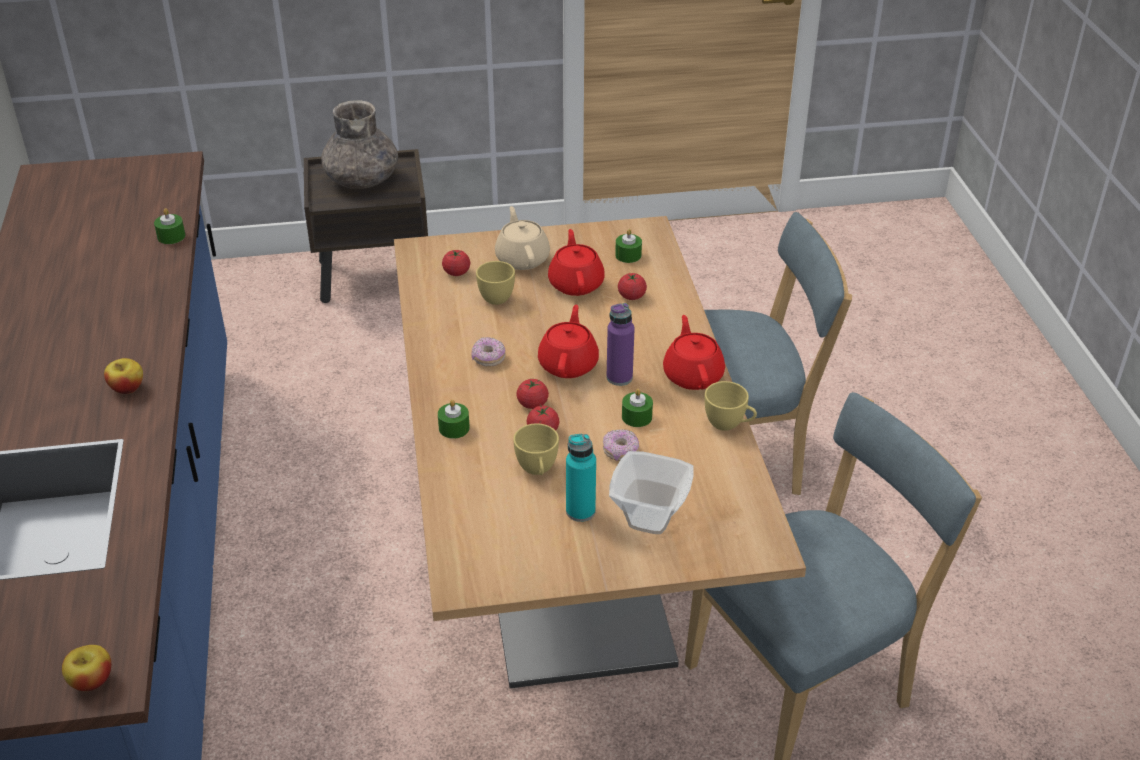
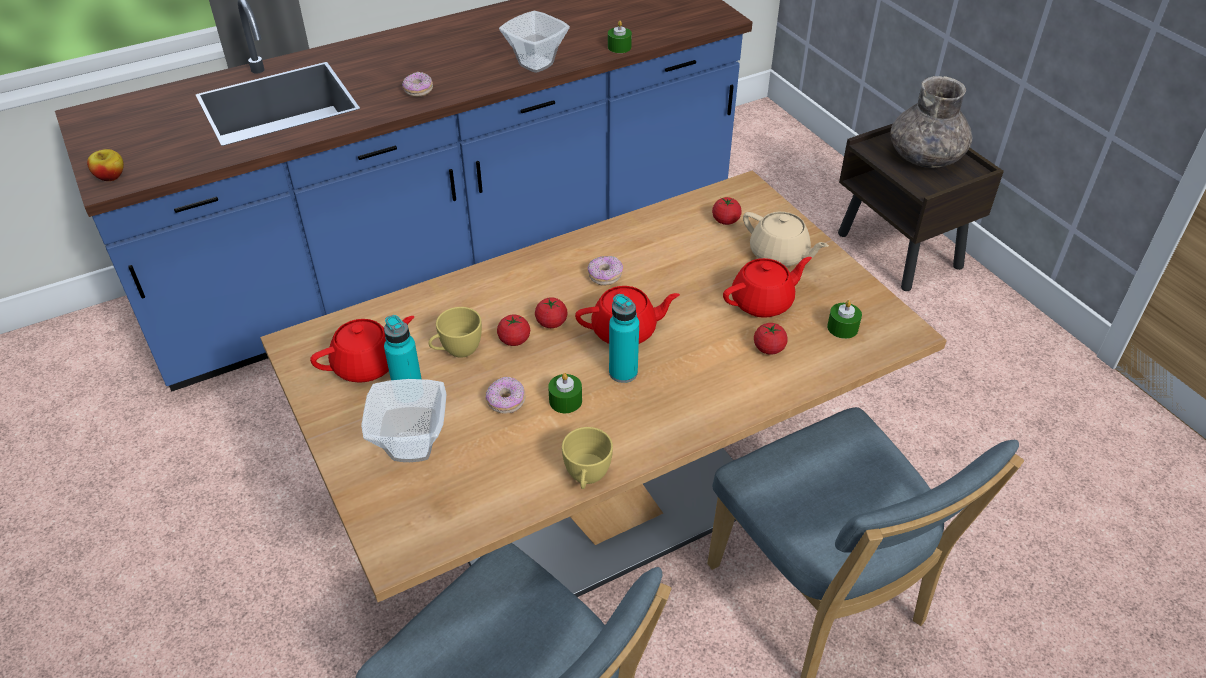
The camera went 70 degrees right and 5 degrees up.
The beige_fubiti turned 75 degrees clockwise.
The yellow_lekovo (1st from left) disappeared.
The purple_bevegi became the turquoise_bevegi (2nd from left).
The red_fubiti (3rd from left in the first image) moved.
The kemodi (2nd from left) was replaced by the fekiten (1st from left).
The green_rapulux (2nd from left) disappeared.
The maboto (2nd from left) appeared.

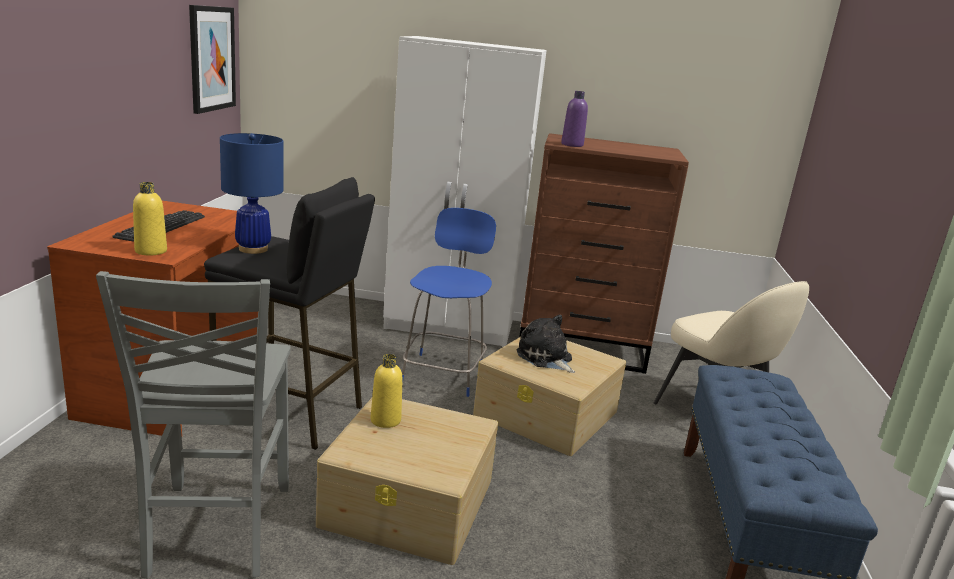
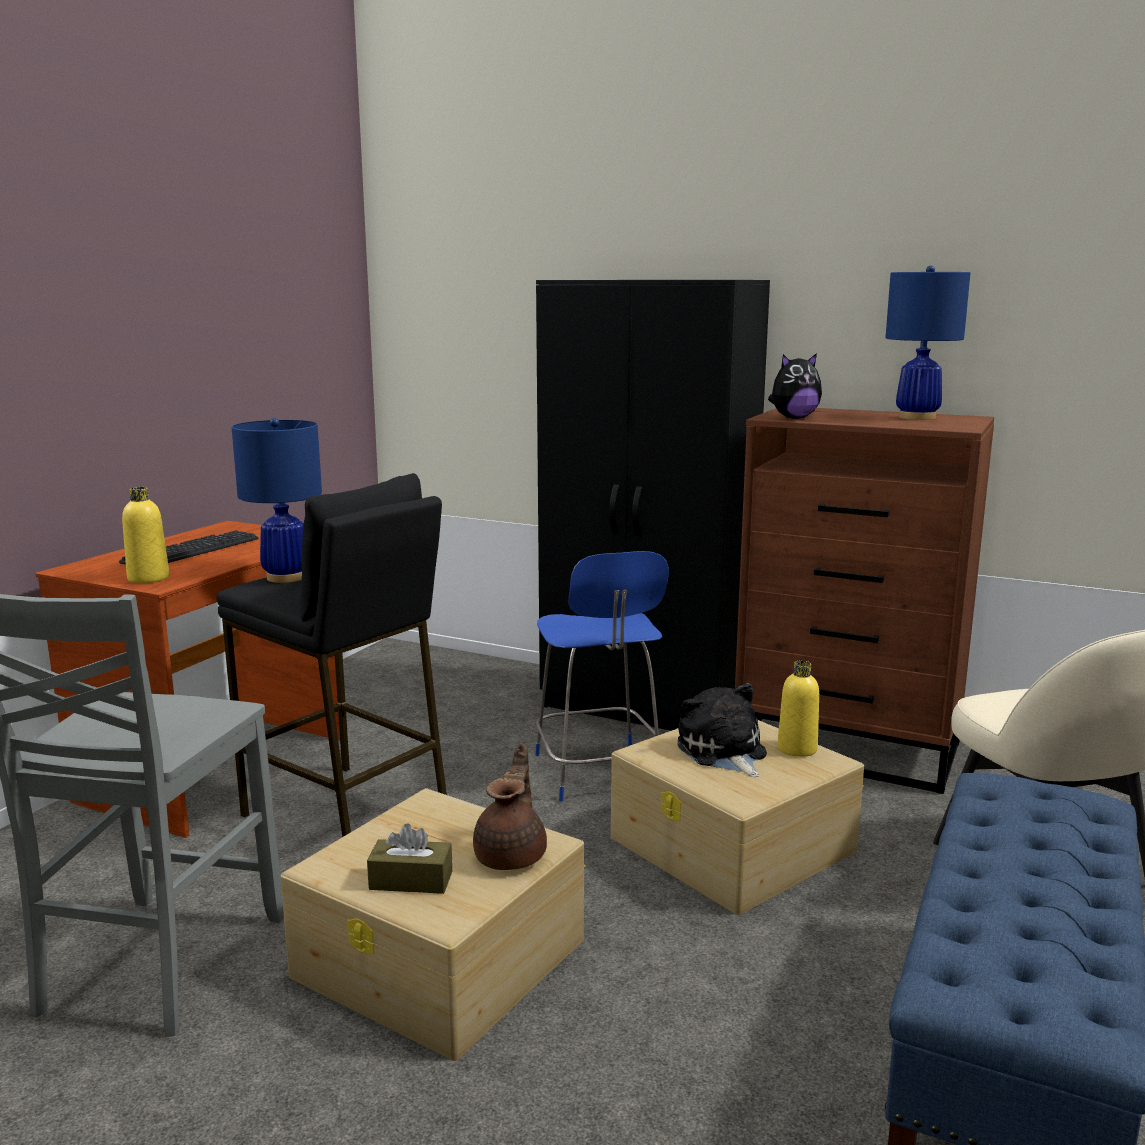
The camera went 20 degrees right and 5 degrees down.
The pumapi disappeared.
The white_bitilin became the black_bitilin.
The purple_bevegi was replaced by the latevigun (2nd from left).
The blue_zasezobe turned 135 degrees clockwise.
The yellow_bevegi (2nd from left) moved.
The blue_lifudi (2nd from left) appeared.
The brown_fubiti appeared.
The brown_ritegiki appeared.

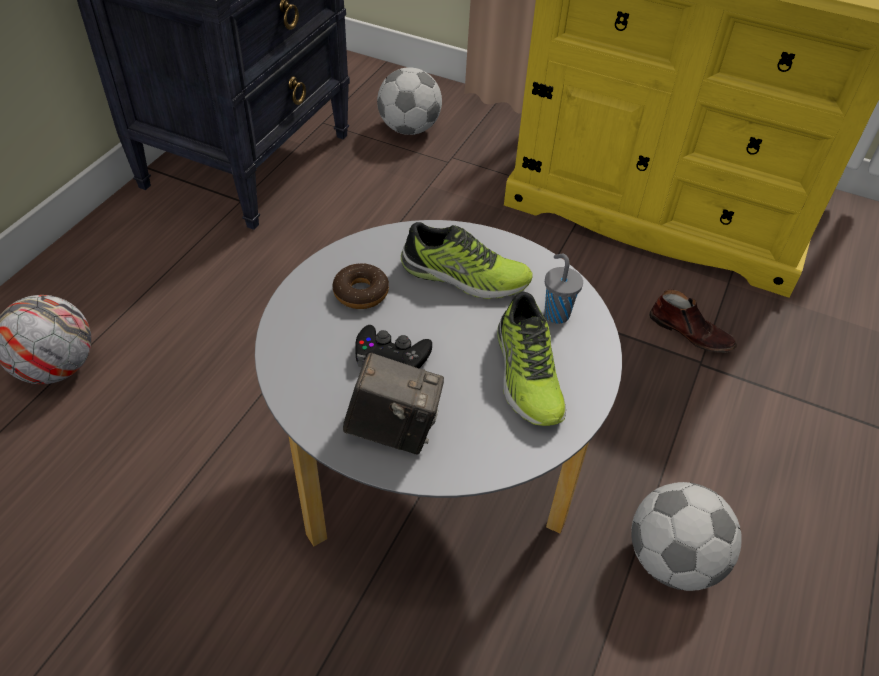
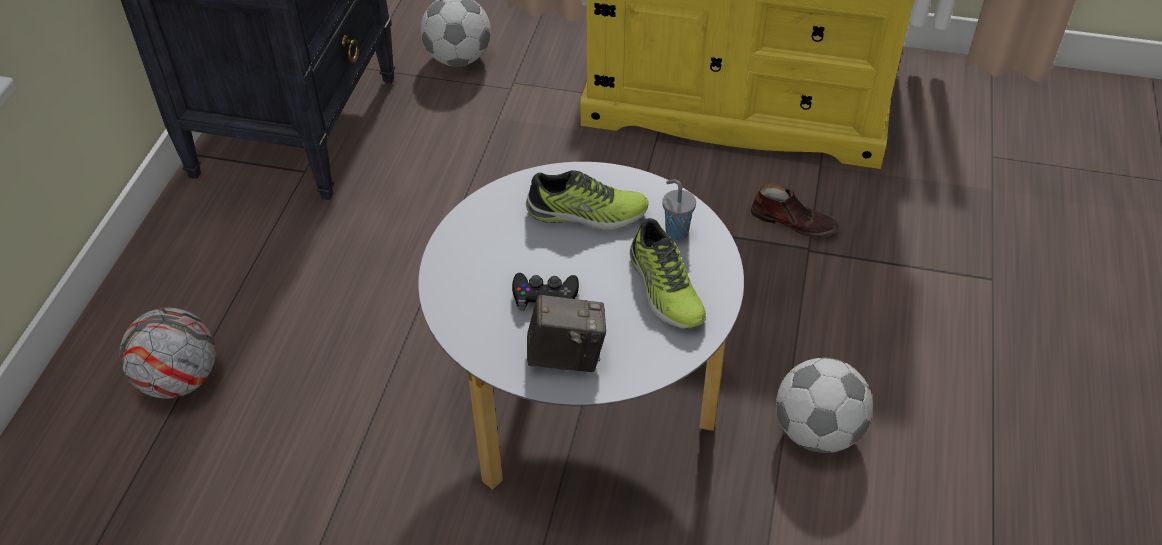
The camera went 10 degrees left and 0 degrees up.
The fekiten disappeared.

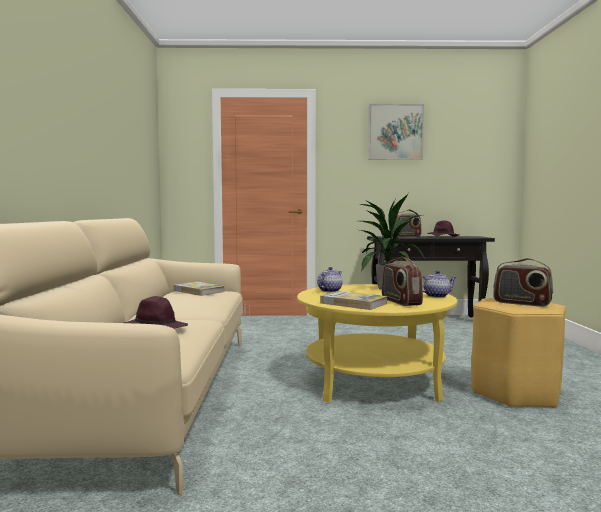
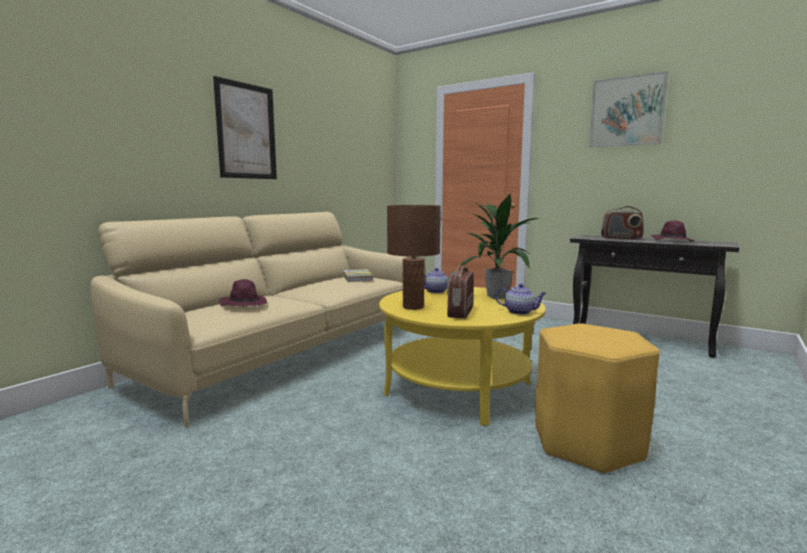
The camera went 35 degrees right and 5 degrees up.
The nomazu (3rd from left) disappeared.
The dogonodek (2nd from left) was replaced by the brown_lifudi.
The pumapi (1st from left) appeared.

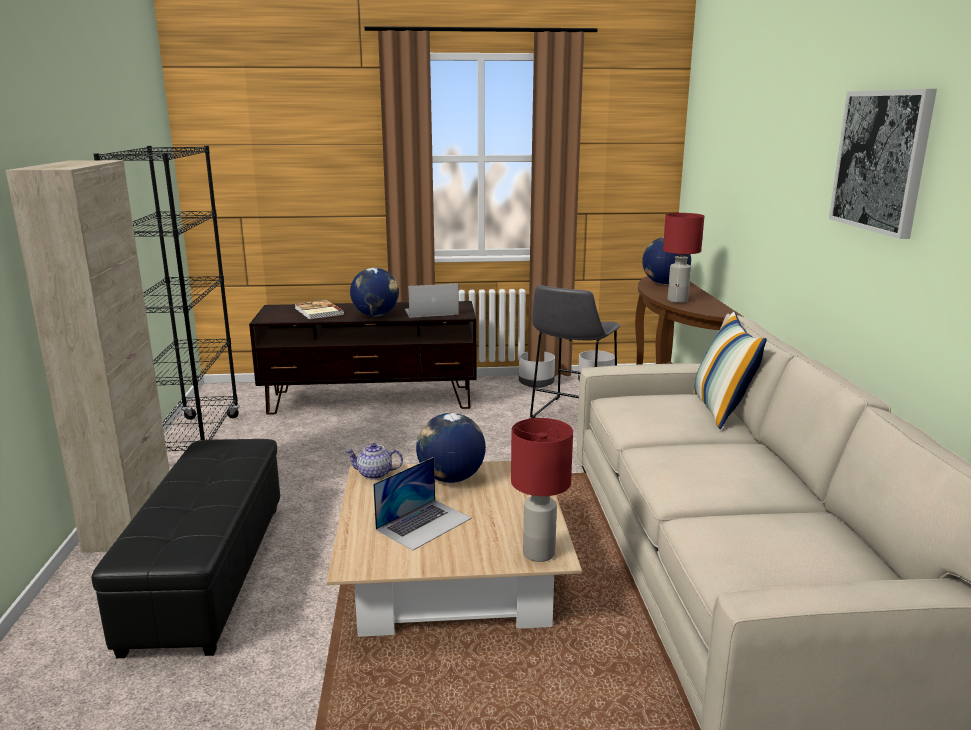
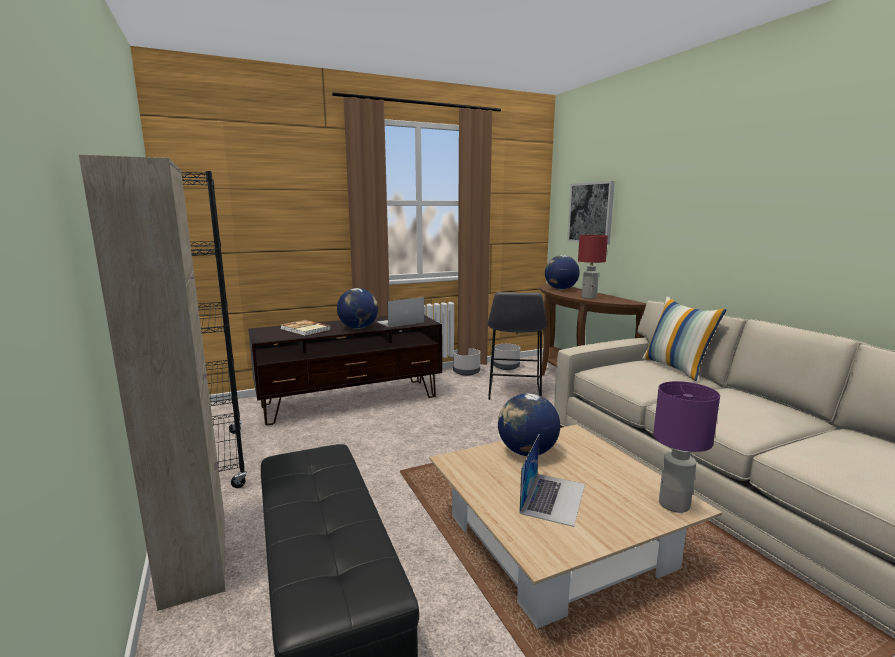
The camera went 20 degrees left and 5 degrees down.
The pumapi moved.
The red_lifudi (1st from left) became the purple_lifudi.
The fubiti disappeared.

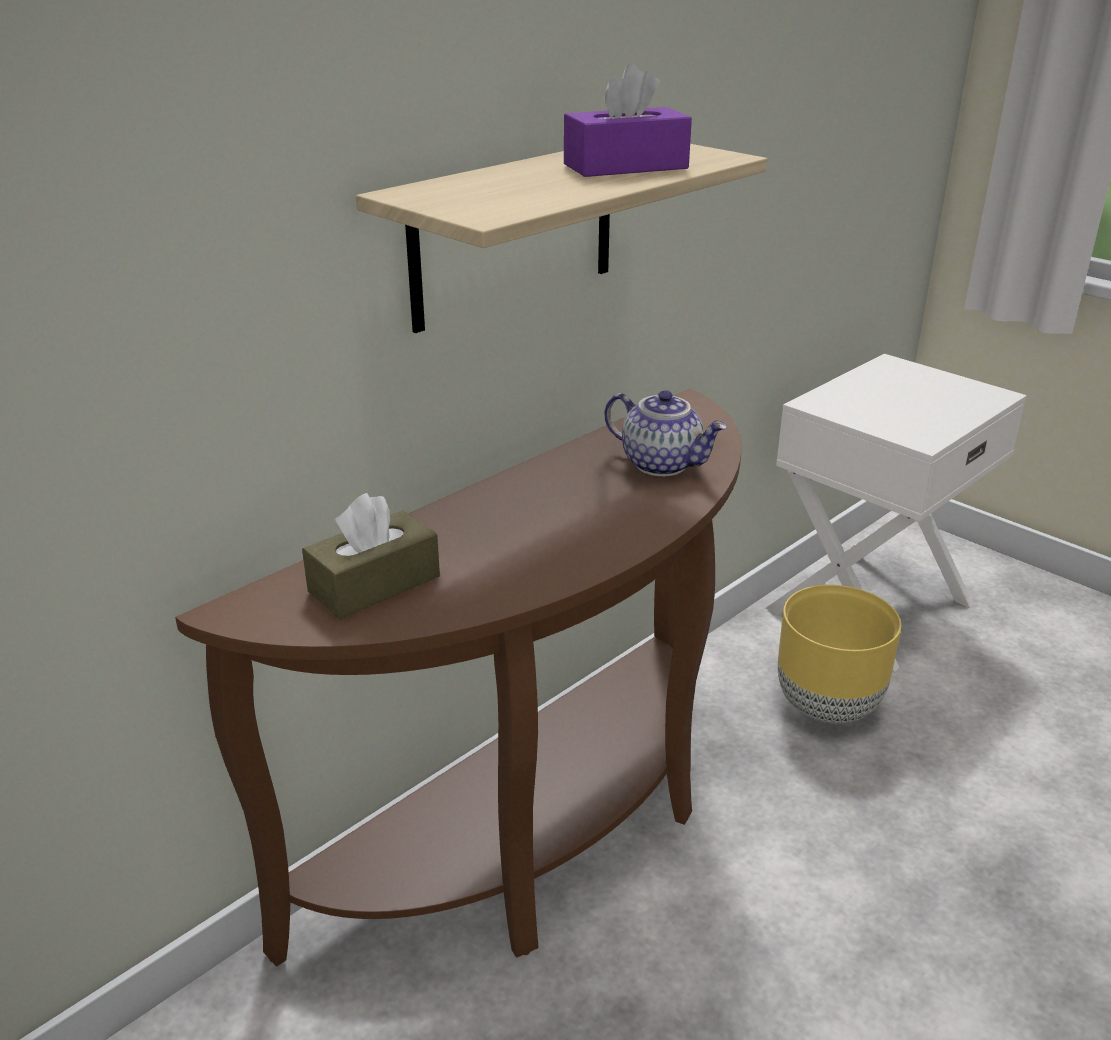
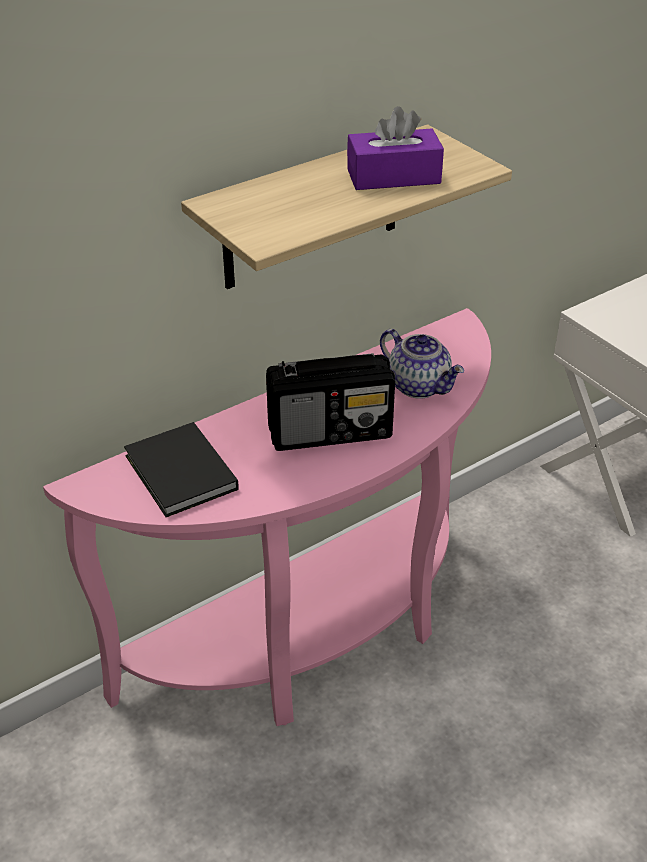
The camera went 10 degrees right and 10 degrees up.
The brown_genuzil became the pink_genuzil.
The brown_ritegiki was replaced by the black_dogonodek.
The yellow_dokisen disappeared.
The nomazu appeared.

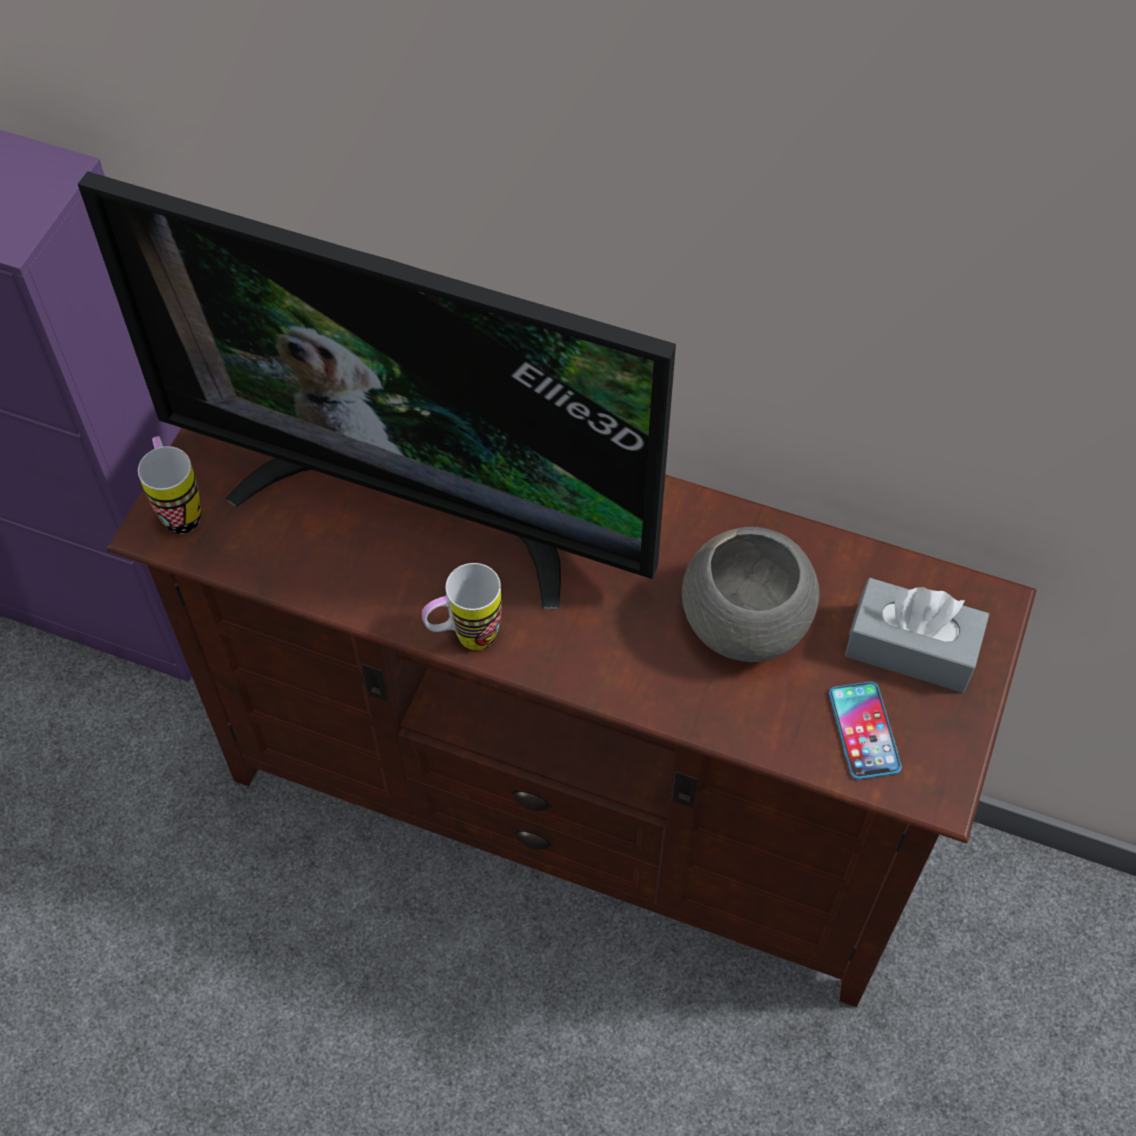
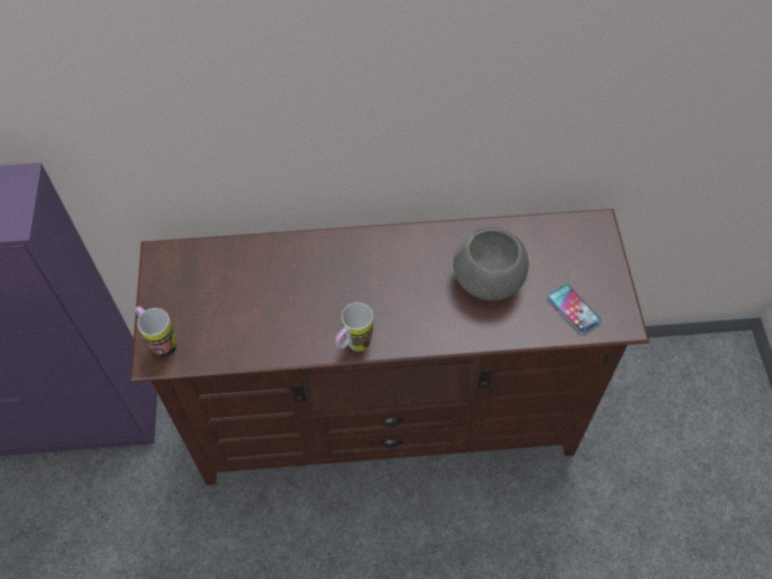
The camera went 25 degrees left and 0 degrees up.
The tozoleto disappeared.
The grey_ritegiki disappeared.

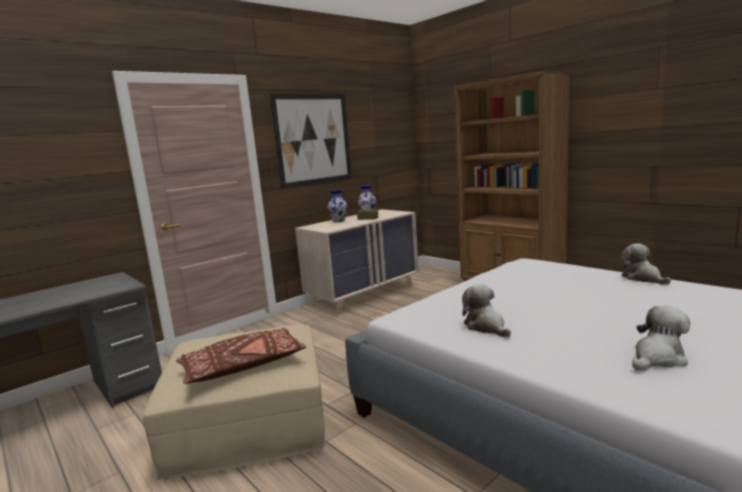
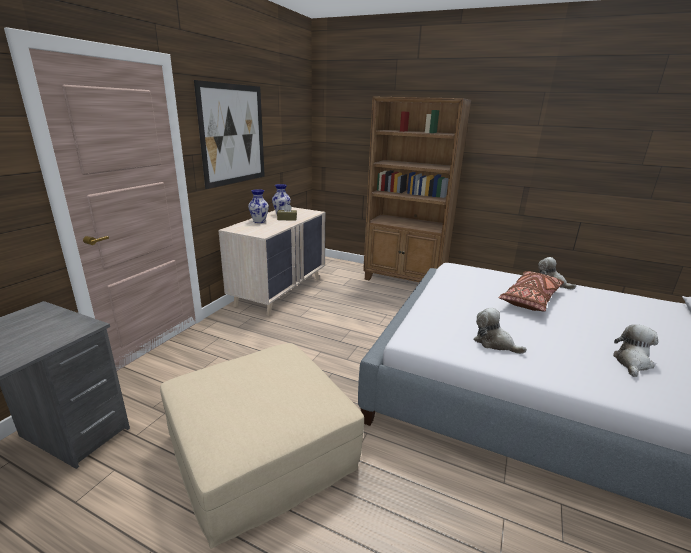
The camera went 25 degrees left and 10 degrees up.
The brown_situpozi moved.

